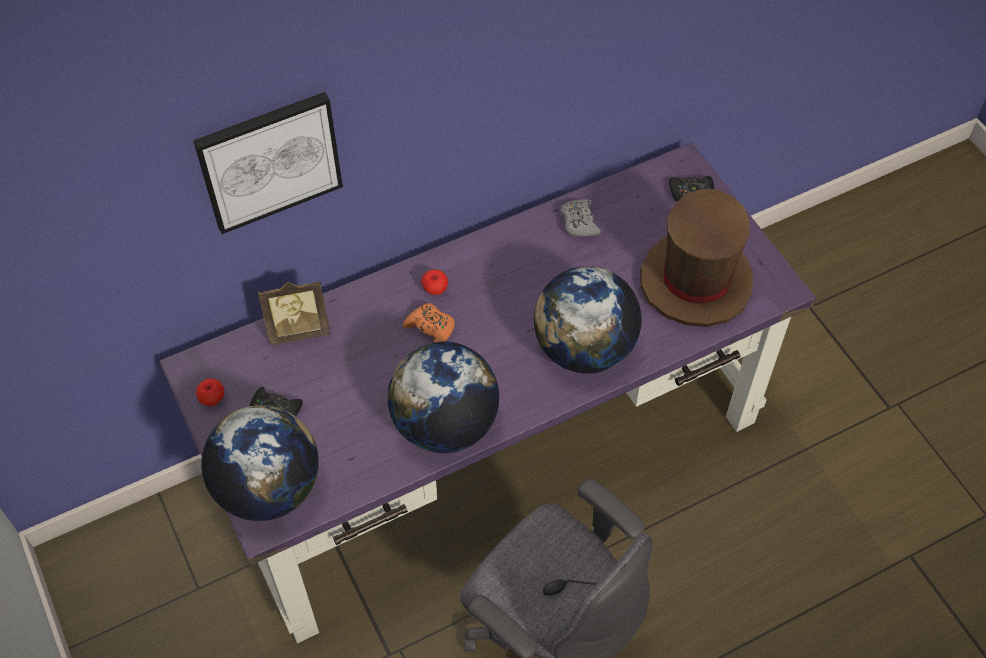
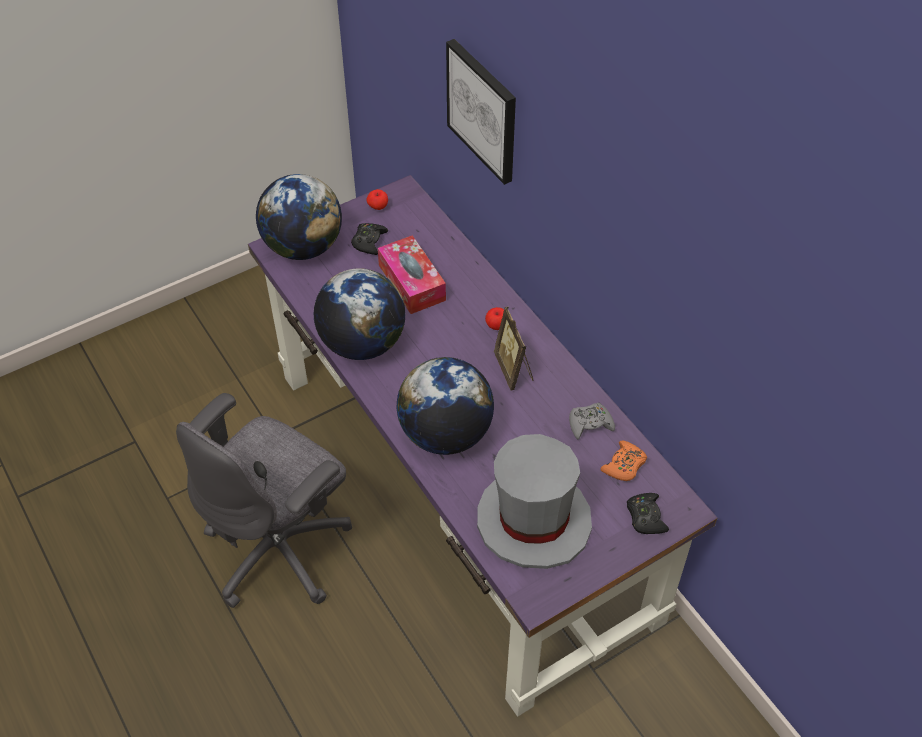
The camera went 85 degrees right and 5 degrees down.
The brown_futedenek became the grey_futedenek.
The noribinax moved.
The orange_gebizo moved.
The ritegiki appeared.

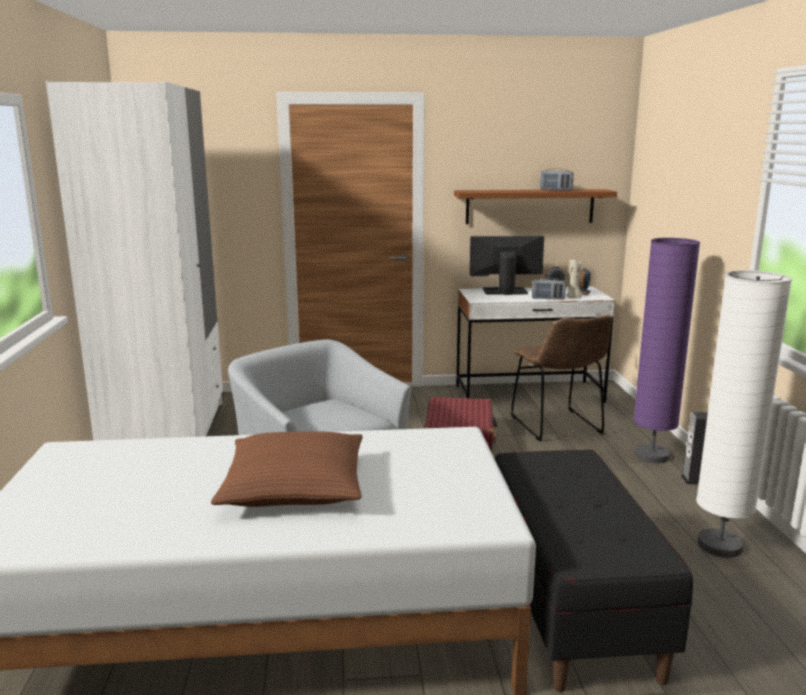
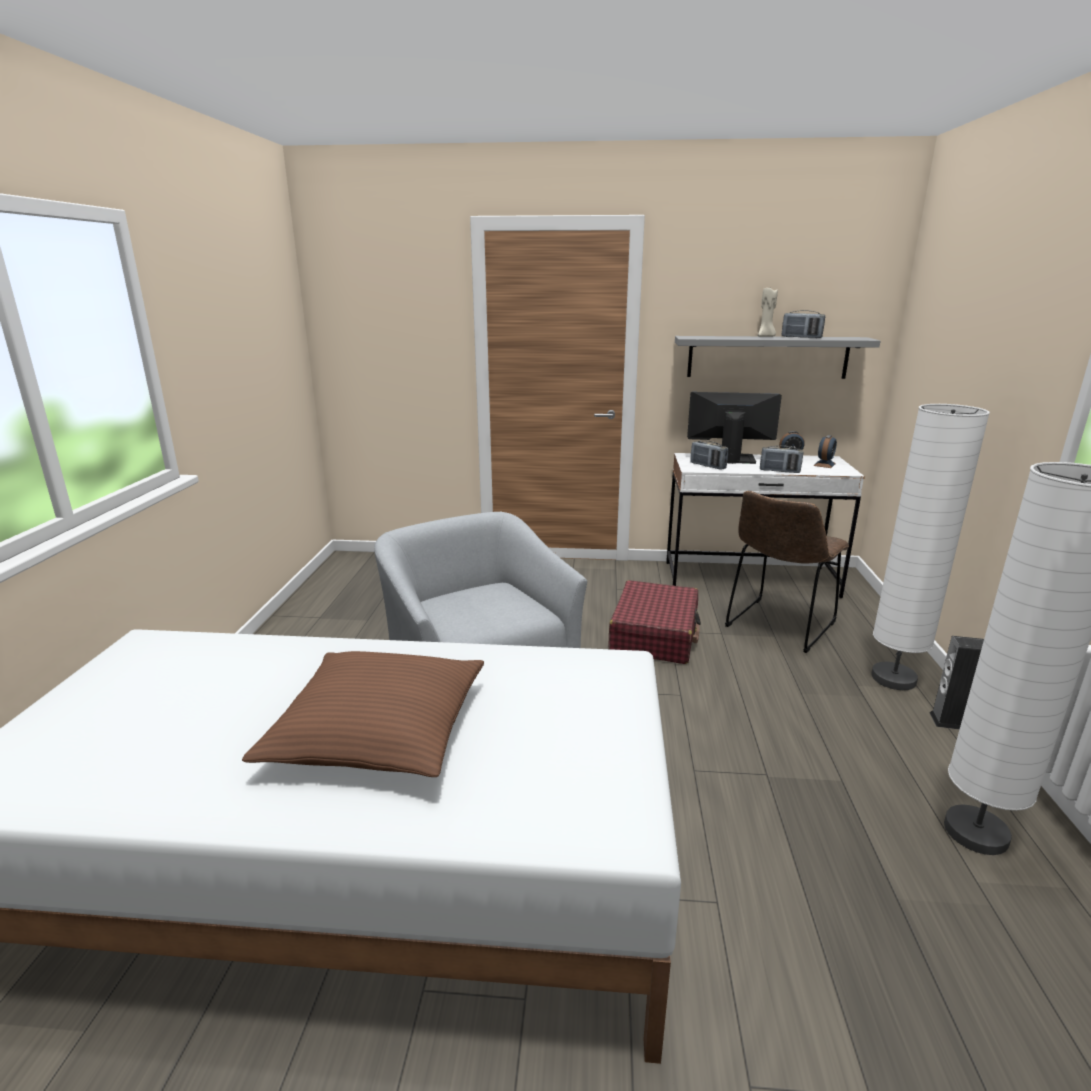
The camera went 10 degrees right and 5 degrees up.
The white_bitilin disappeared.
The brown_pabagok became the grey_pabagok.
The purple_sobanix became the white_sobanix (1st from left).
The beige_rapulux moved.
The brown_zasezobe turned 45 degrees clockwise.
The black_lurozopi disappeared.
The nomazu (1st from left) appeared.

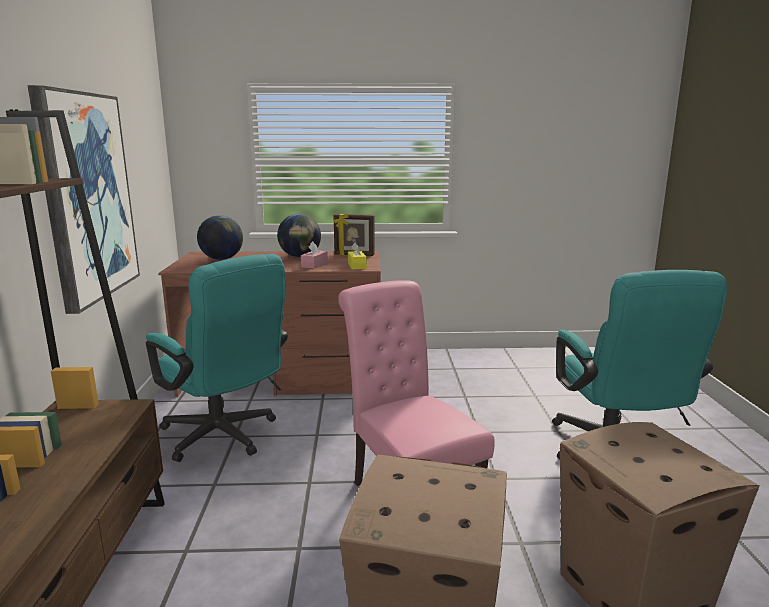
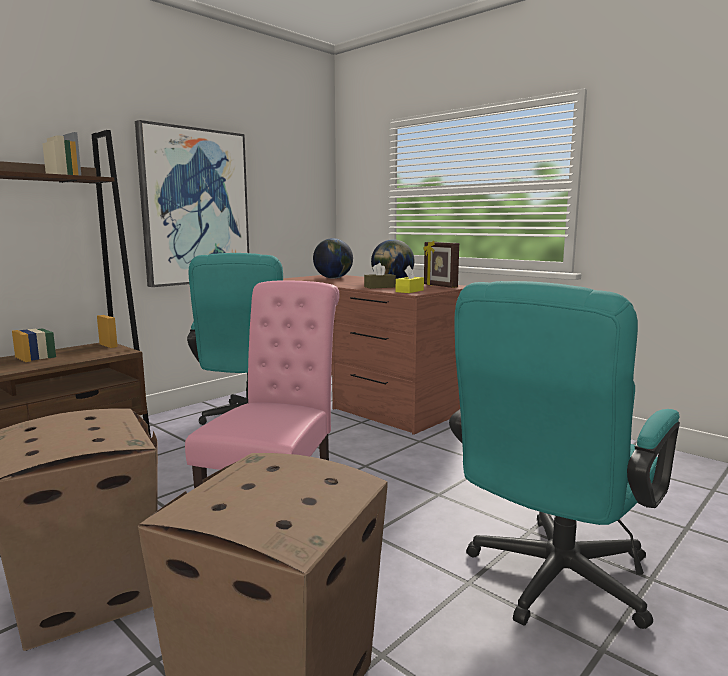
The camera went 45 degrees right and 5 degrees down.
The pink_ritegiki became the brown_ritegiki.

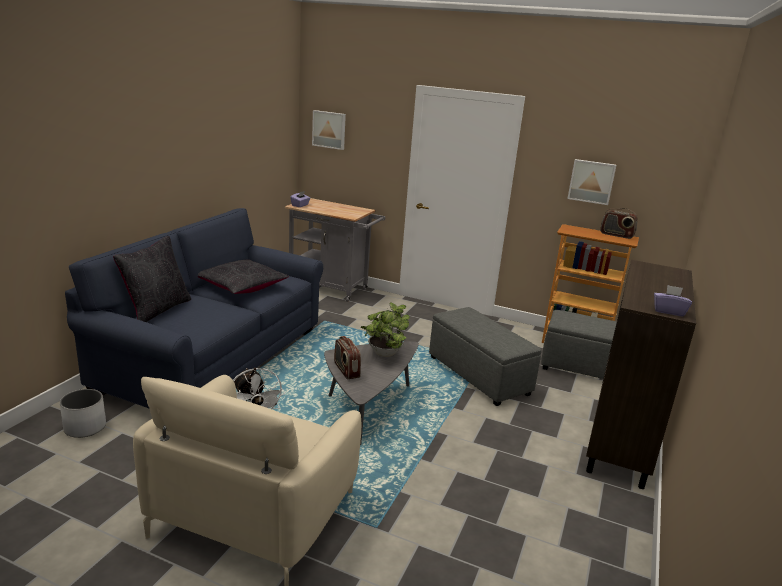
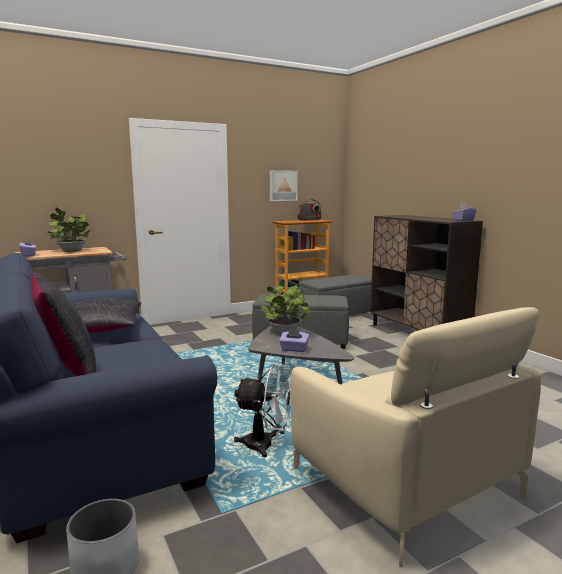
The camera went 50 degrees left and 10 degrees down.
The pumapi (1st from left) disappeared.
The nomazu (1st from left) was replaced by the purple_ritegiki (2nd from left).
The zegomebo (1st from left) appeared.

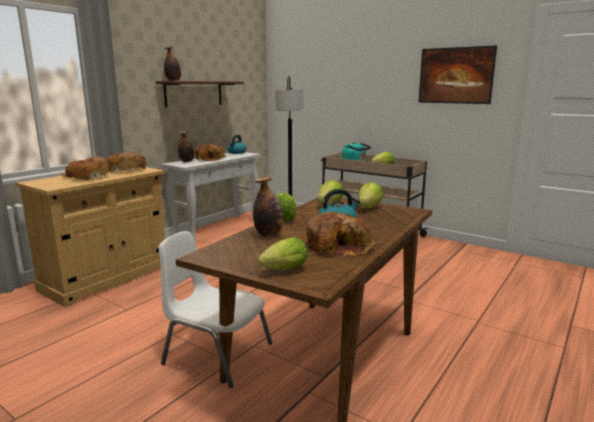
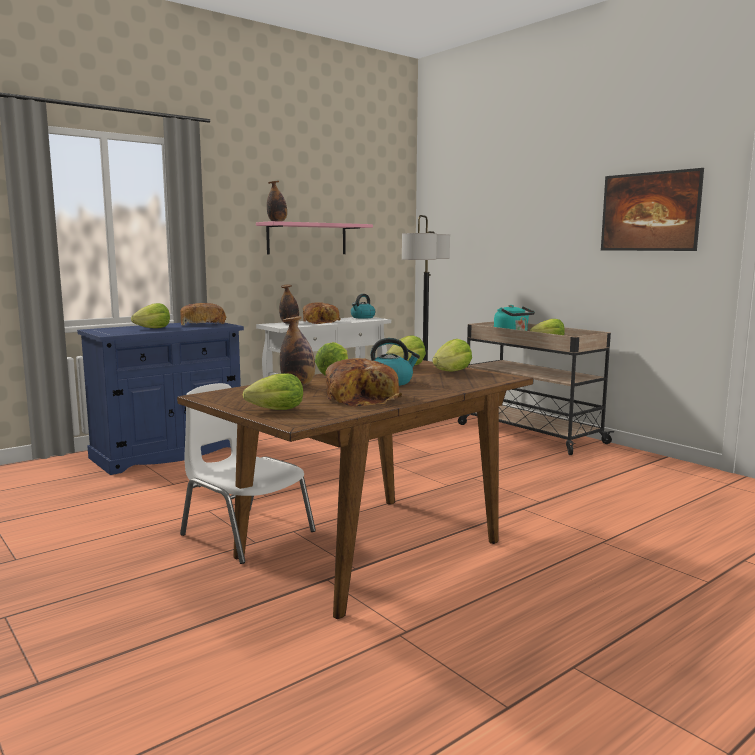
The camera went 15 degrees right and 5 degrees down.
The brown_pabagok became the pink_pabagok.
The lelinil (1st from left) was replaced by the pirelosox (1st from left).
The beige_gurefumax became the blue_gurefumax.

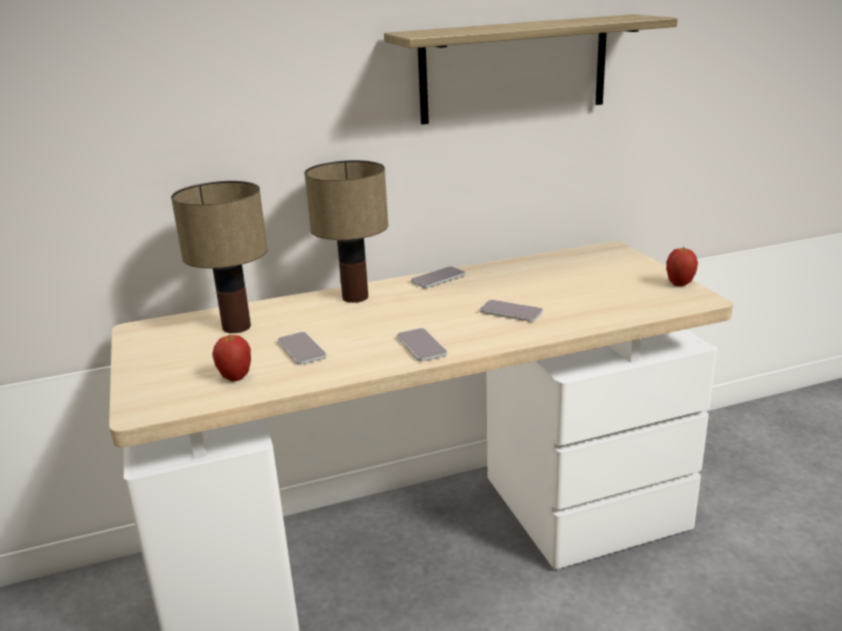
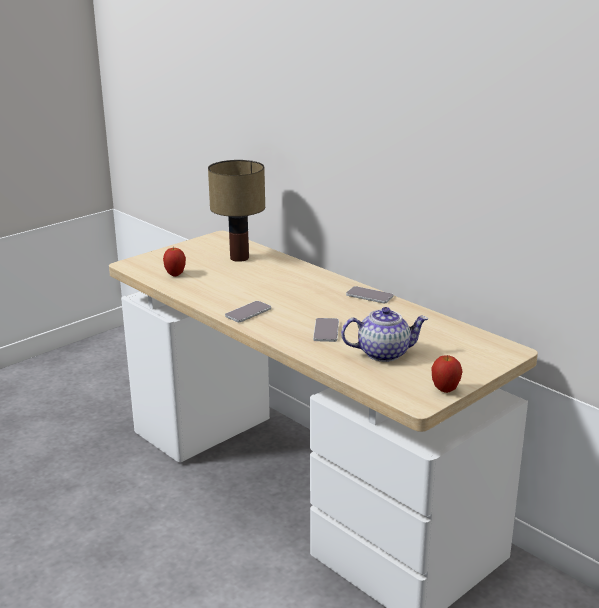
The camera went 65 degrees right and 0 degrees up.
The pabagok disappeared.
The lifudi (2nd from left) disappeared.
The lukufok (1st from left) disappeared.
The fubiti appeared.

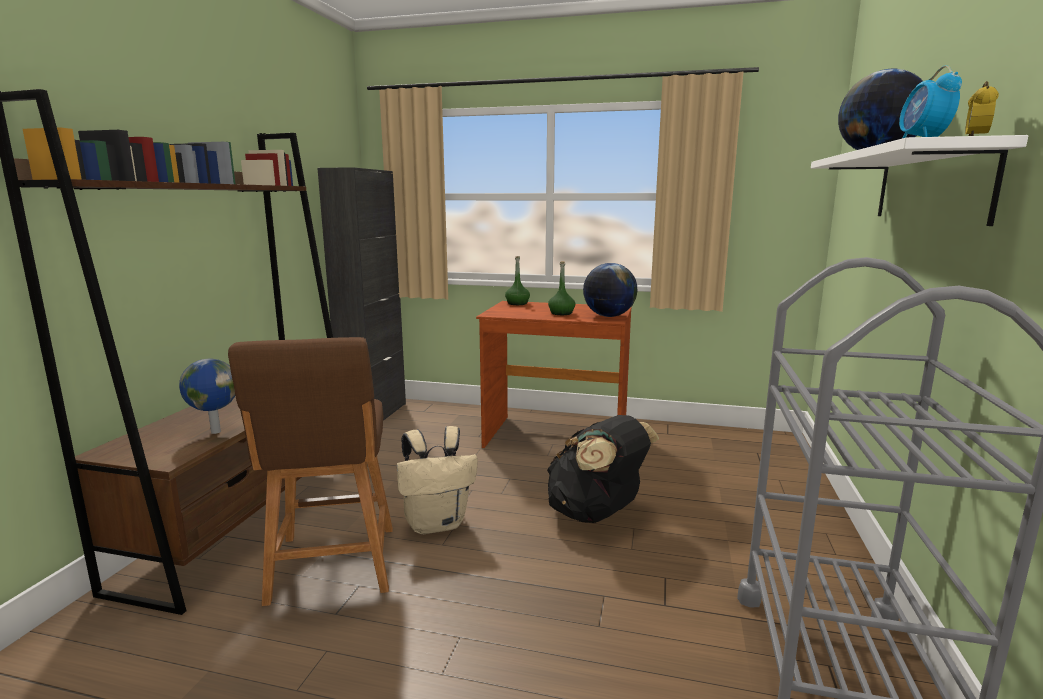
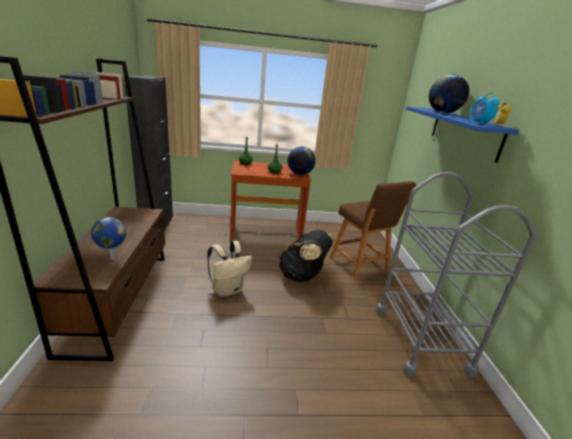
The camera went 20 degrees left and 10 degrees up.
The white_pabagok became the blue_pabagok.
The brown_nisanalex moved.

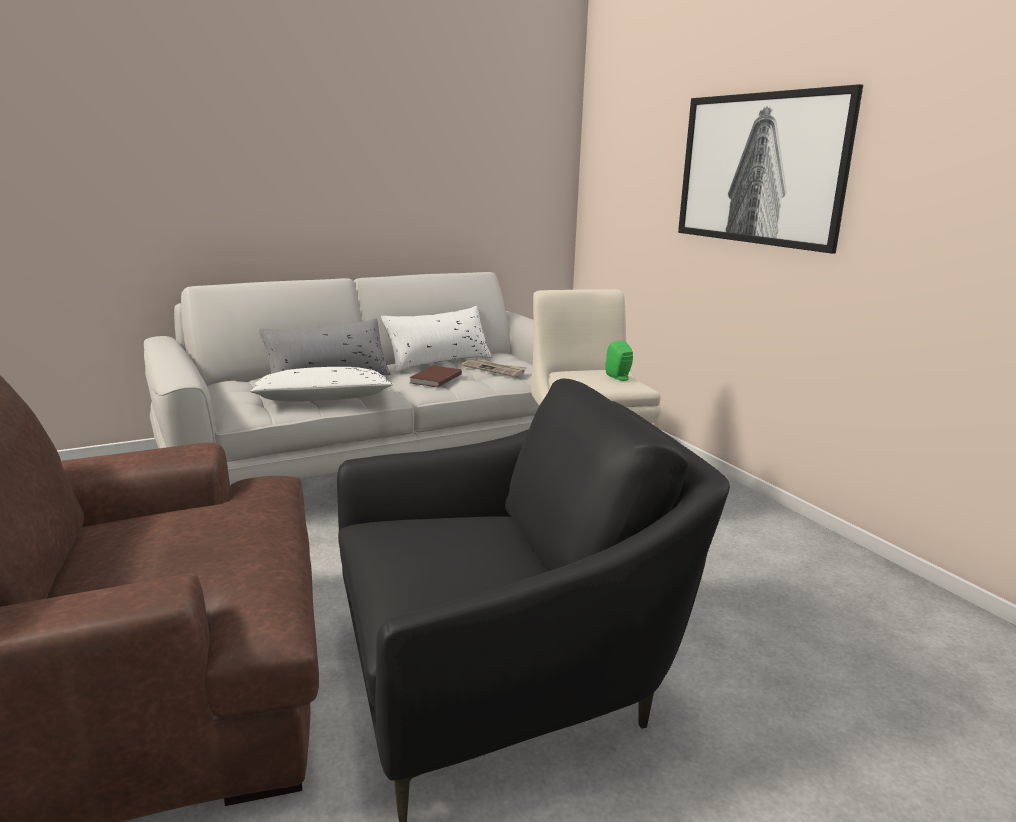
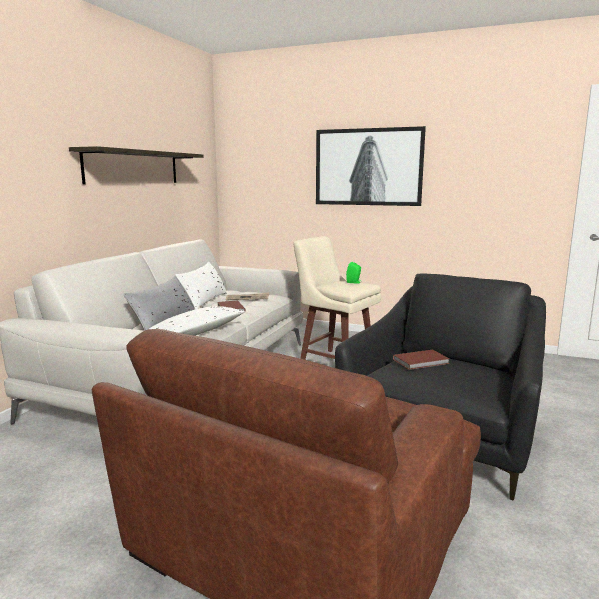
The camera went 40 degrees left and 5 degrees down.
The pabagok appeared.
The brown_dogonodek (2nd from left) appeared.

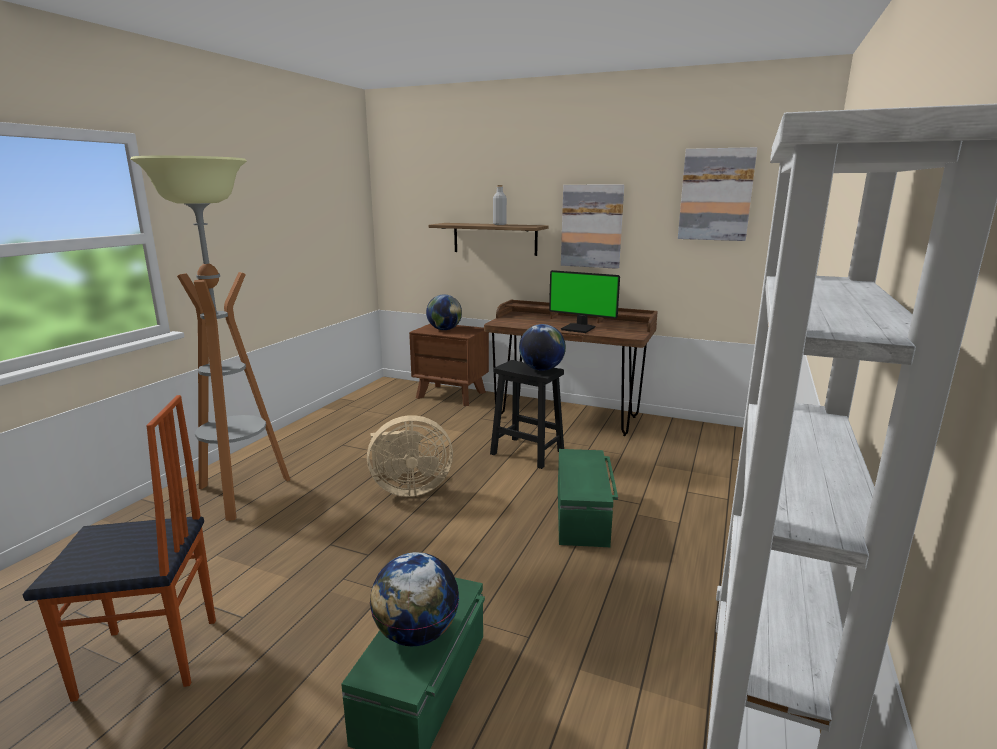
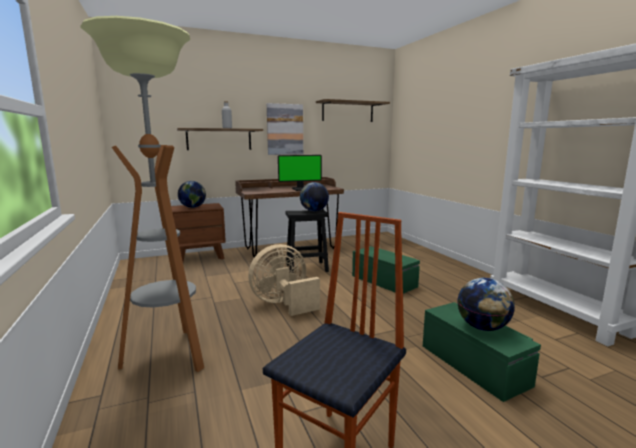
The camera went 45 degrees left and 5 degrees down.
The pumapi (2nd from left) was replaced by the pabagok (2nd from left).
The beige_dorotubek turned 150 degrees counterclockwise.

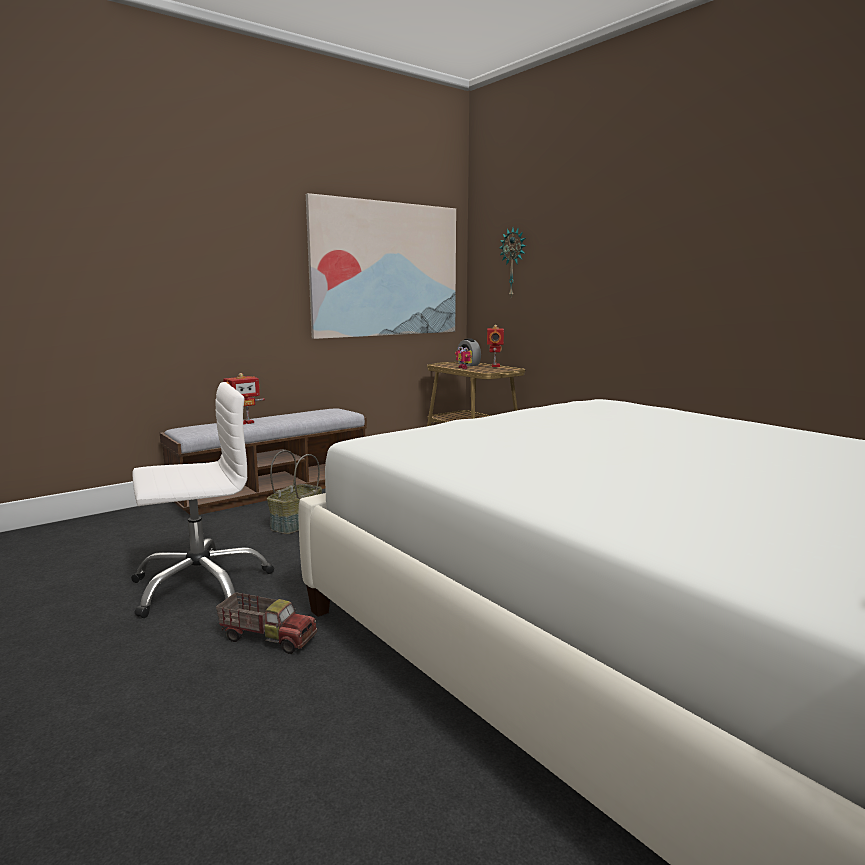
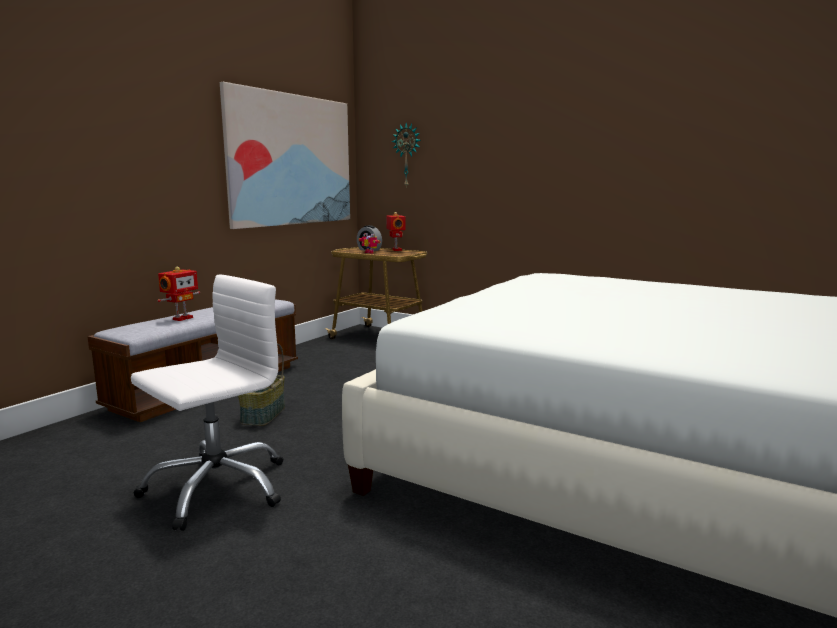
The camera went 20 degrees left and 0 degrees up.
The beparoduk disappeared.

